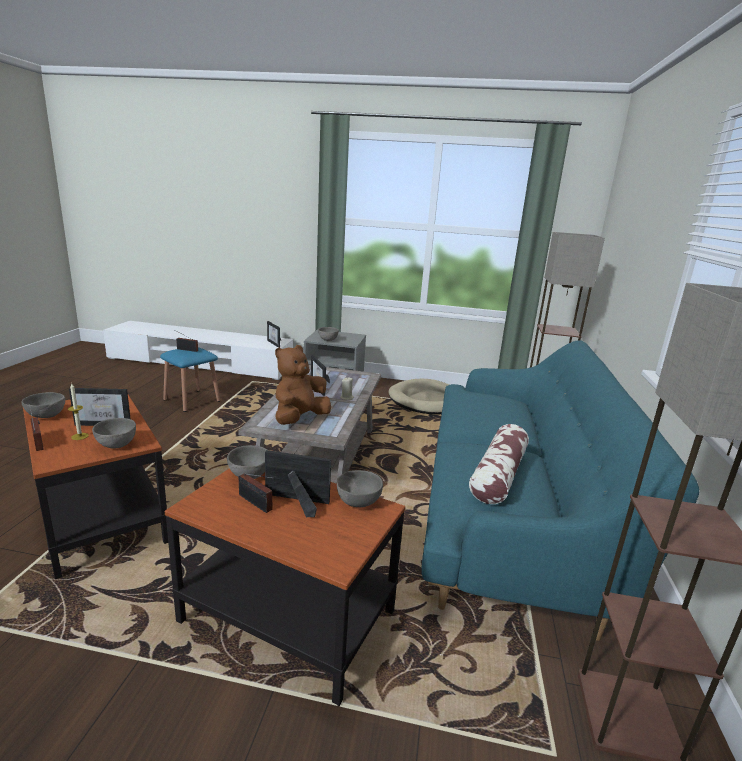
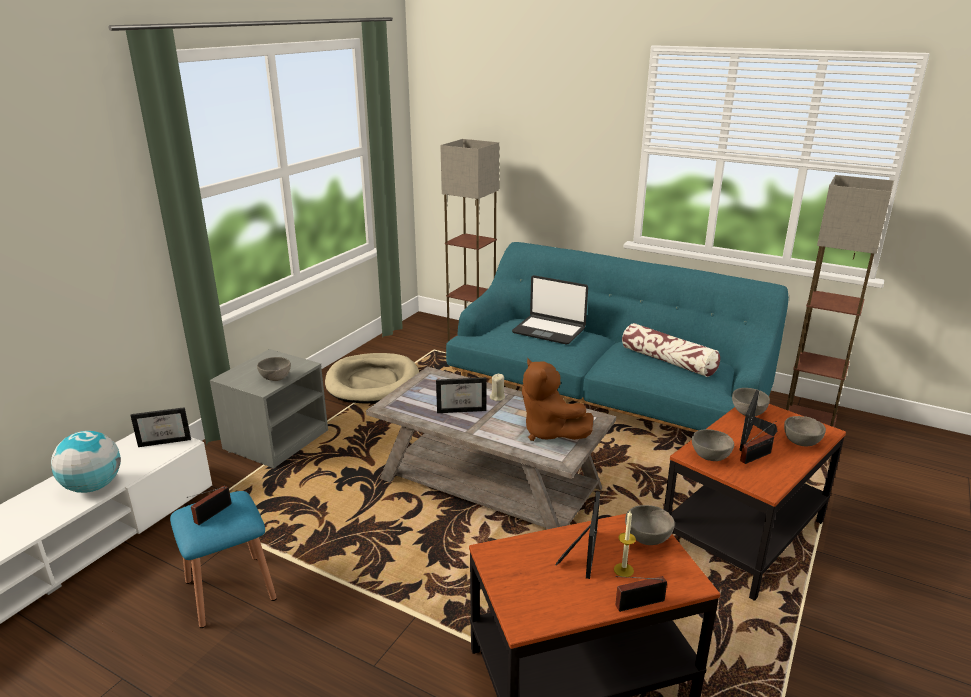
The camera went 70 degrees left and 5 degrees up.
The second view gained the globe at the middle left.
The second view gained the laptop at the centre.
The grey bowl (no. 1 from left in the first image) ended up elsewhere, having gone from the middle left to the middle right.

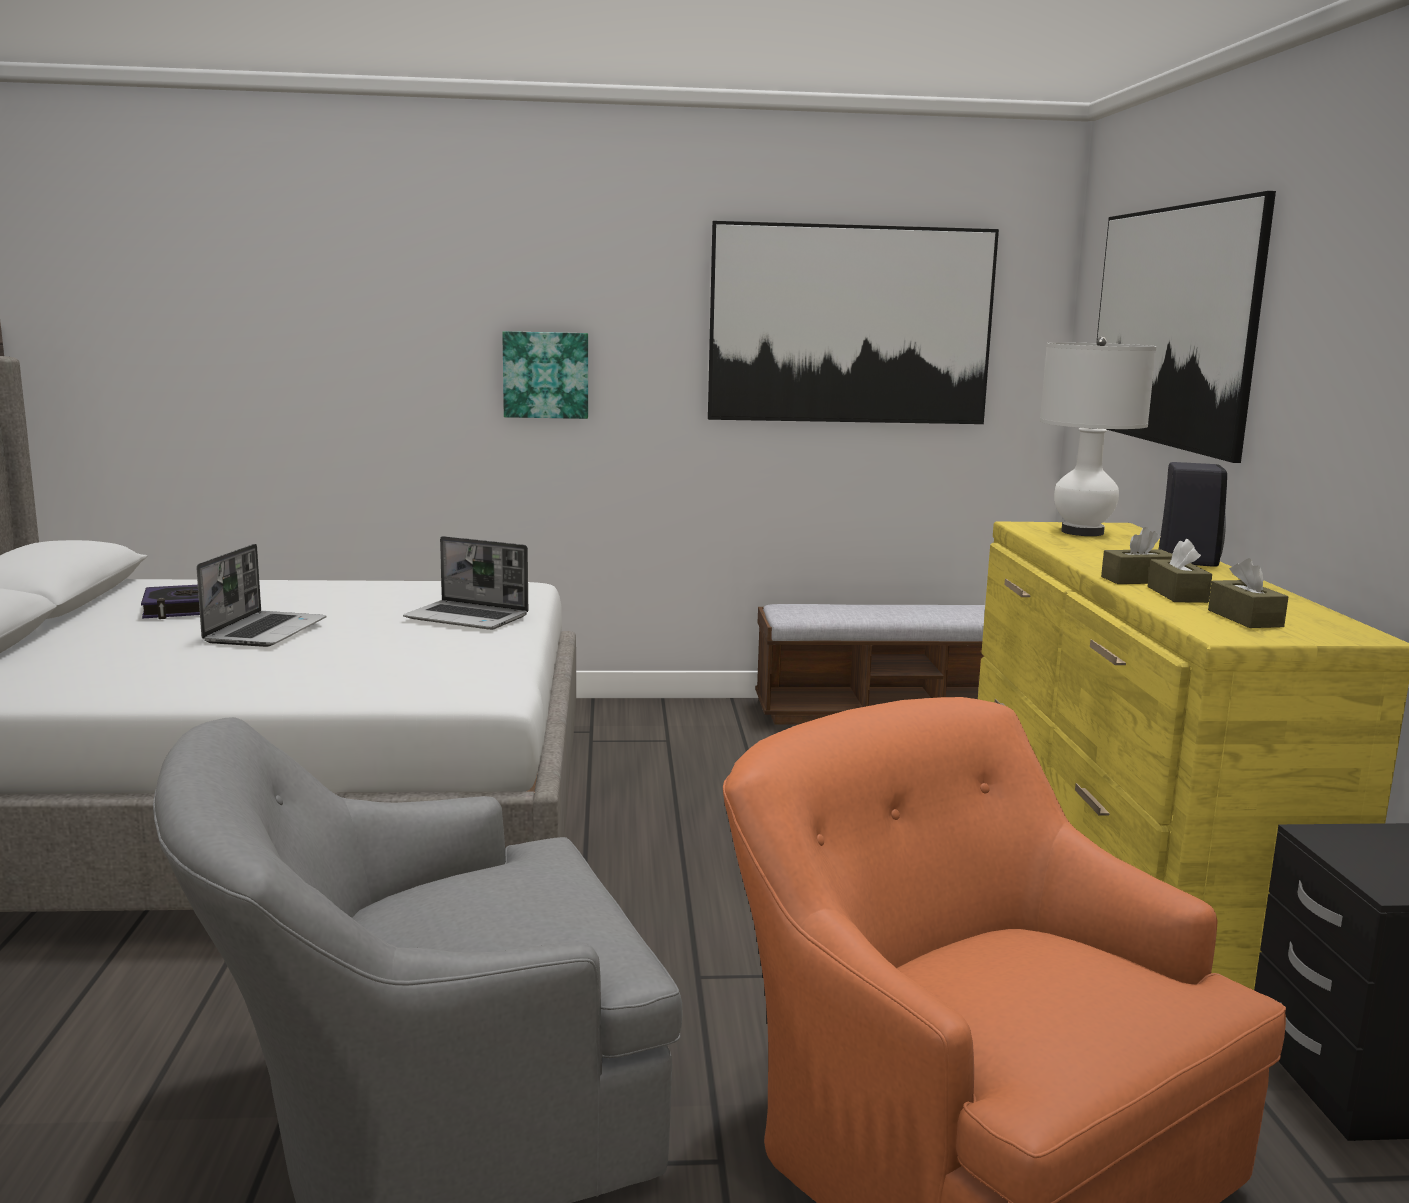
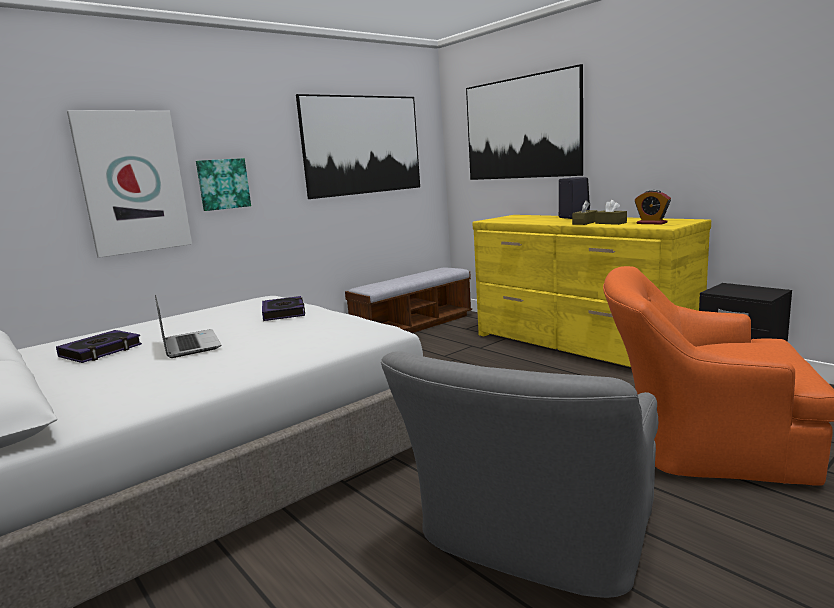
The camera went 35 degrees left and 0 degrees up.
The second view lost the white table lamp at the middle right.
The second view gained the picture (no. 1 from left) at the top left.
Where the laptop (no. 2 from left) stood at the middle left, the book (no. 2 from left) came to stand at the centre.
Where the brown tissue box (no. 3 from left) stood at the middle right, the alarm clock came to stand at the middle right.

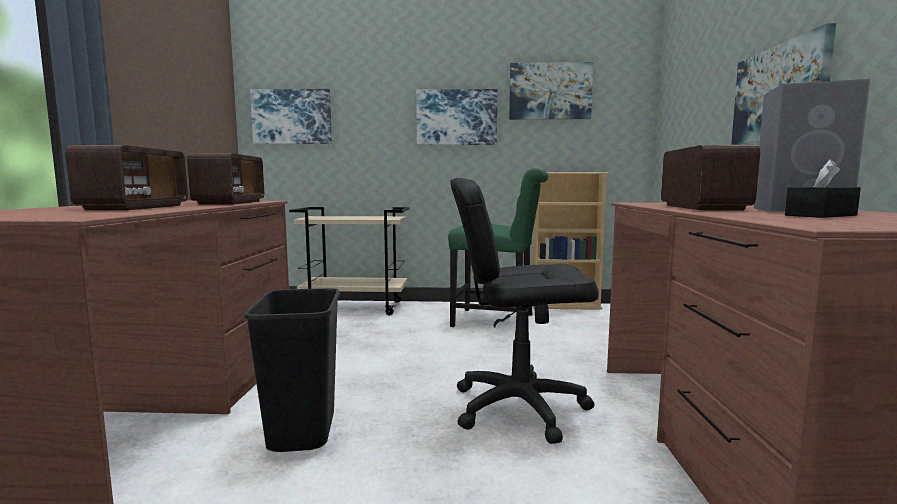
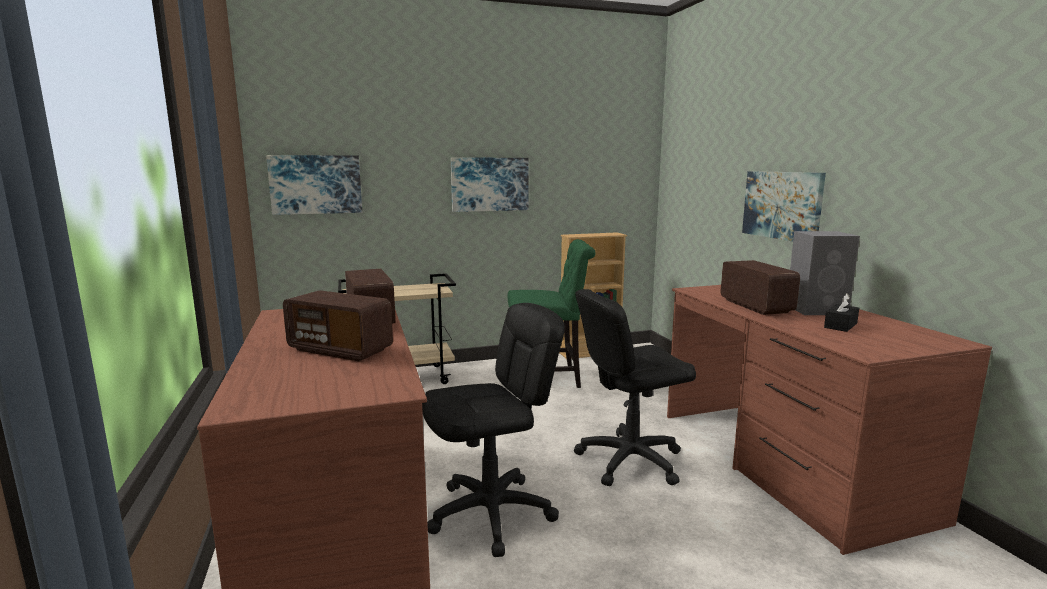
The camera went 20 degrees left and 5 degrees up.
The second view lost the picture (no. 3 from left) at the top centre.
Where the black trash can stood at the bottom left, the black office chair (no. 1 from left) came to stand at the bottom centre.
The radio (no. 1 from left) at the middle left ended up facing another way, 135 degrees clockwise from before.

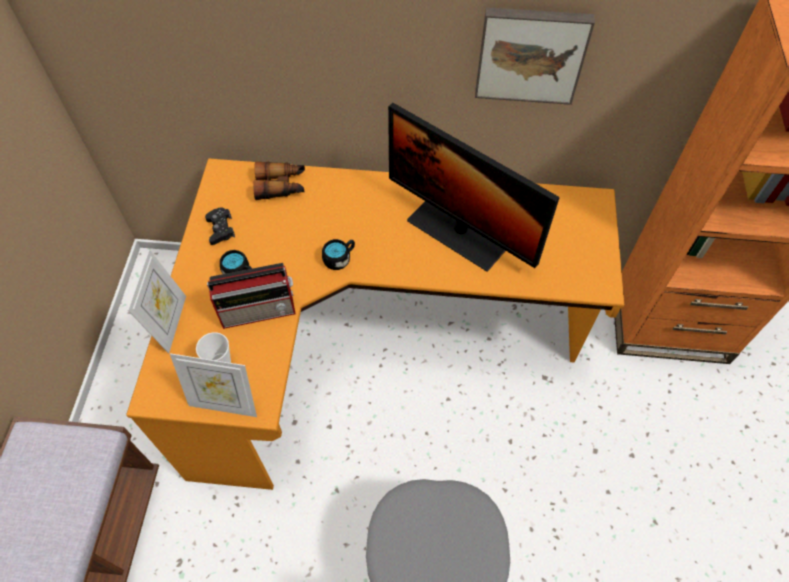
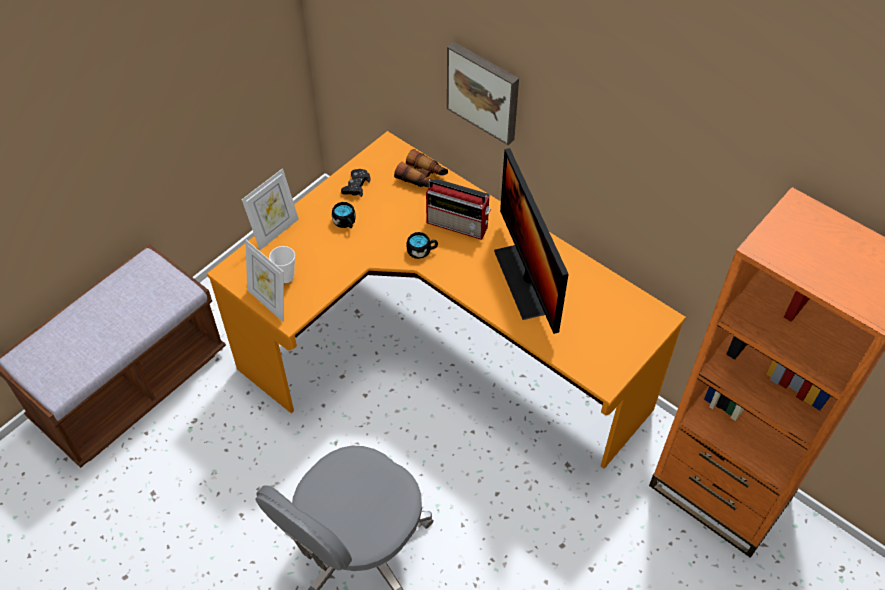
The camera went 35 degrees right and 5 degrees down.
The radio ended up elsewhere, having gone from the middle left to the centre.
The picture ended up elsewhere, having gone from the top right to the top centre.

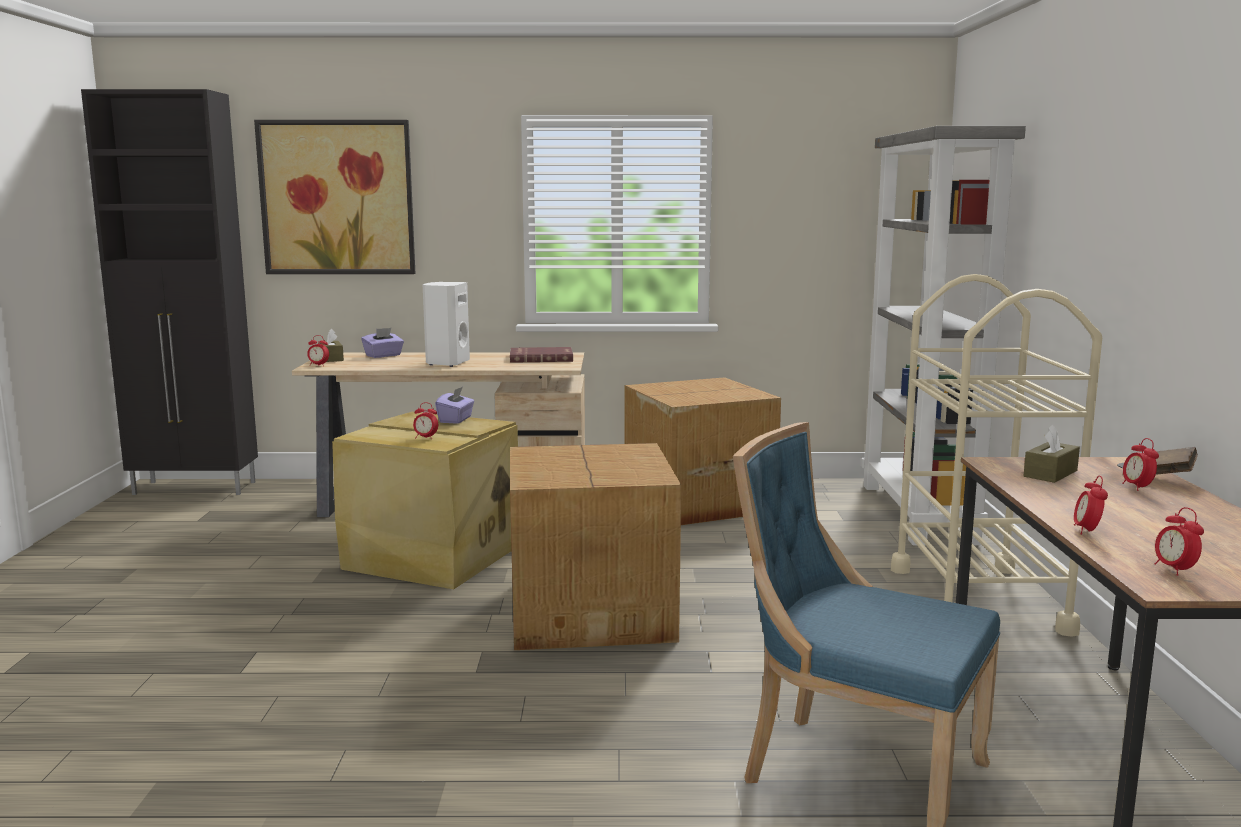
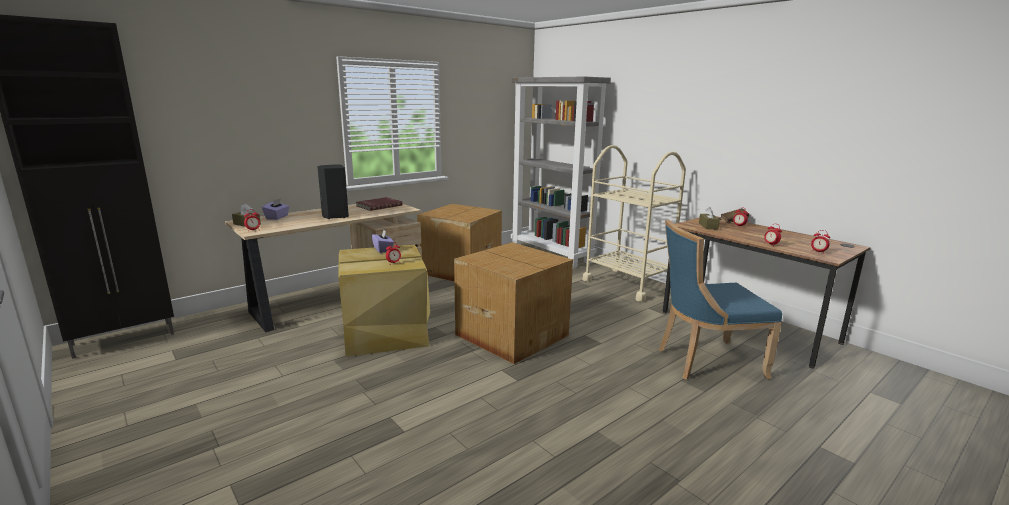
The camera went 40 degrees left and 5 degrees up.
The second view lost the picture at the top left.
What was the white speaker at the centre turned into the black speaker at the middle left.

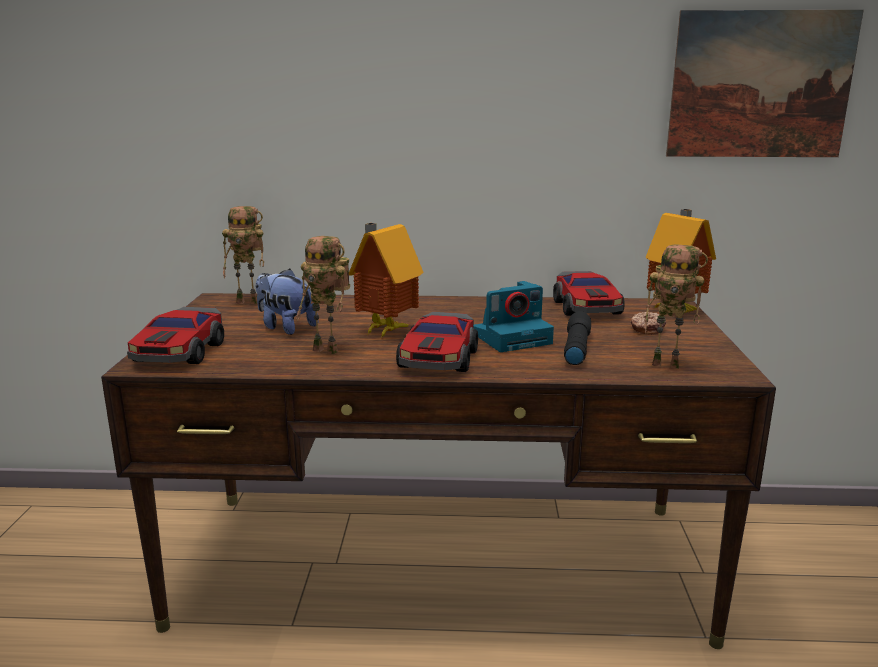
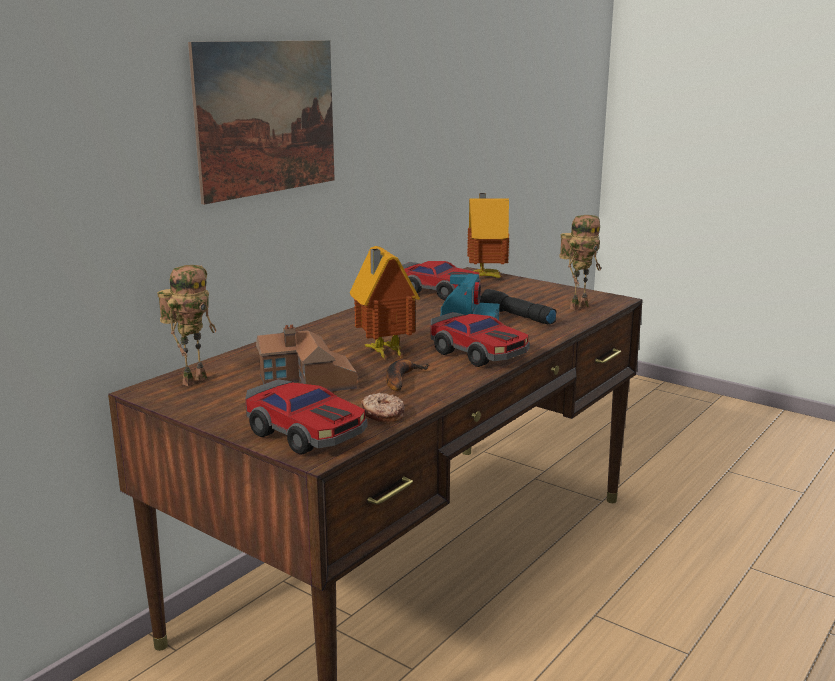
The camera went 55 degrees left and 0 degrees up.
The donut ended up elsewhere, having gone from the middle right to the centre.
The picture ended up elsewhere, having gone from the top right to the top left.
Where the plush toy stood at the middle left, the toy house (no. 1 from left) came to stand at the centre.
Where the toy robot (no. 2 from left) stood at the centre, the banana came to stand at the centre.

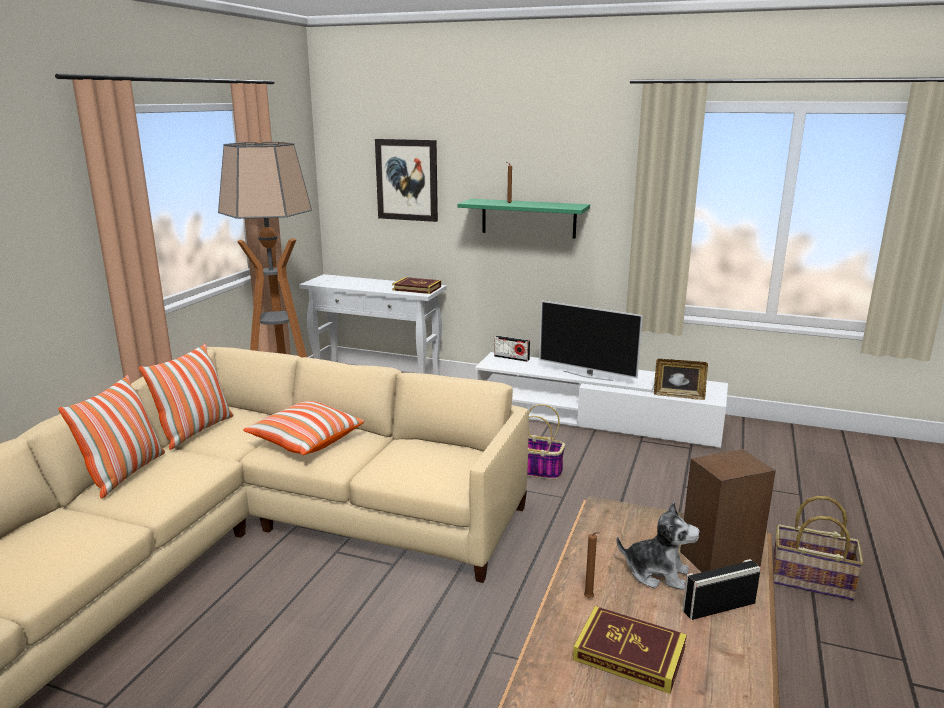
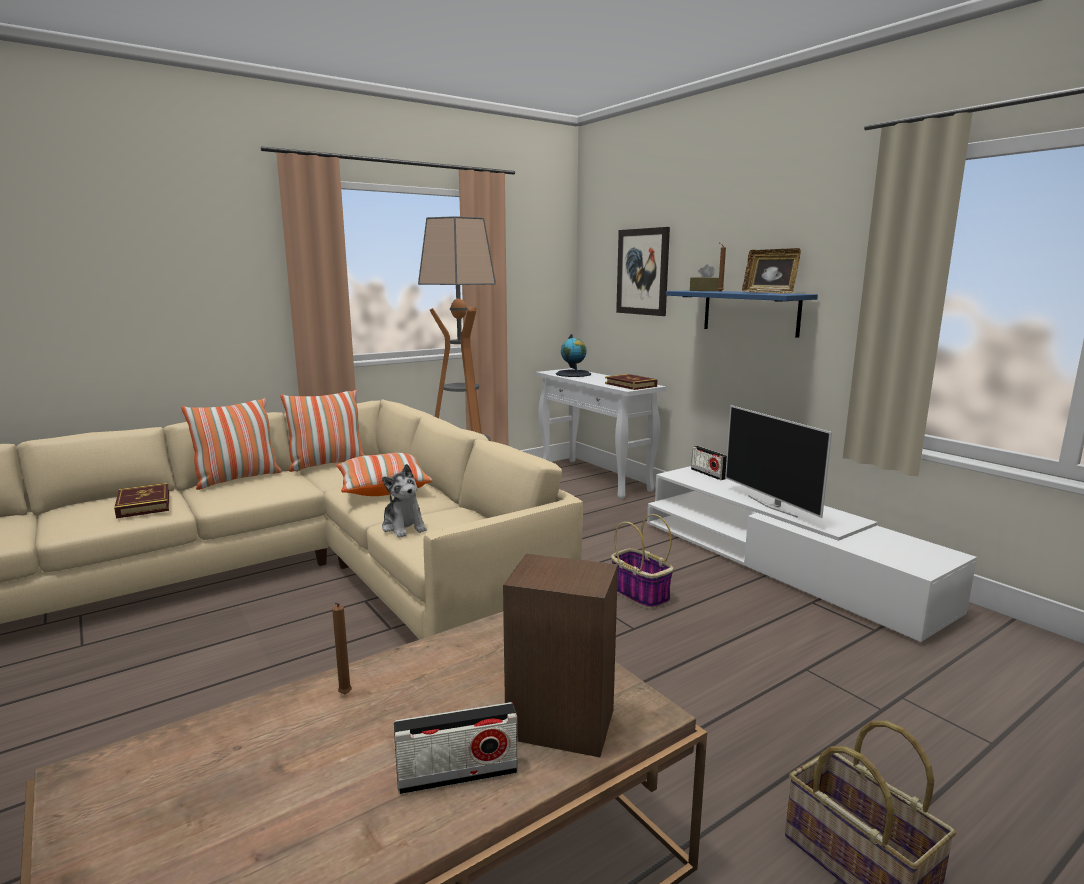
The camera went 35 degrees right and 5 degrees down.
The second view gained the globe at the centre.
The second view gained the brown tissue box at the top centre.
The book (no. 2 from left in the first image) ended up elsewhere, having gone from the bottom right to the middle left.
The plush toy ended up elsewhere, having gone from the bottom right to the centre.
The picture frame ended up elsewhere, having gone from the middle right to the top right.
What was the green shelf at the top centre turned into the blue shelf at the middle right.
The radio (no. 2 from left in the first image) at the bottom right ended up facing another way, 150 degrees clockwise from before.

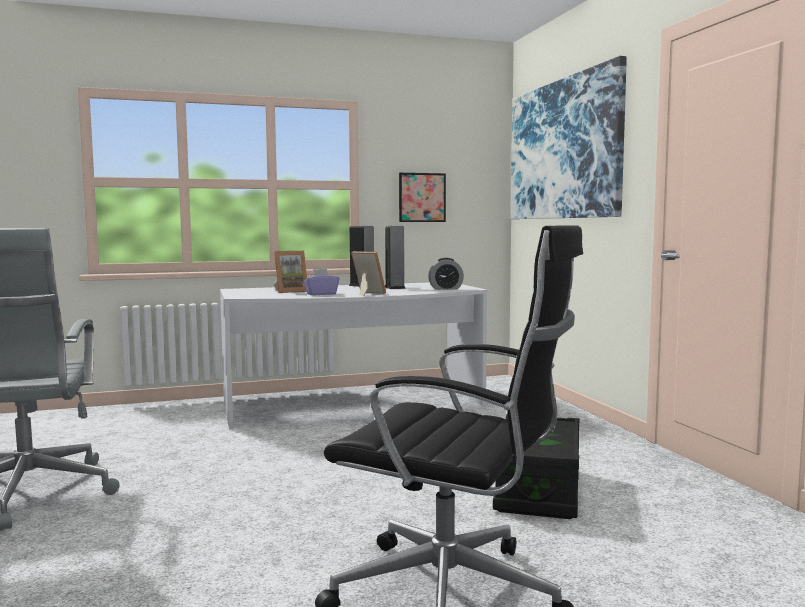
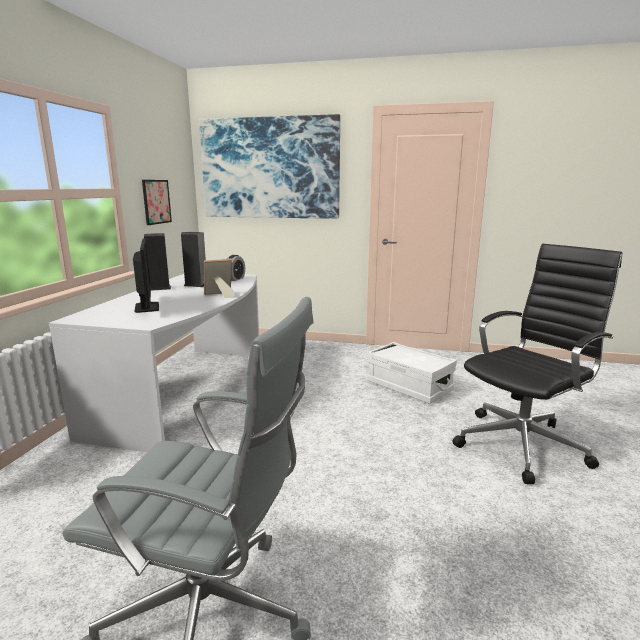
The camera went 60 degrees left and 10 degrees up.
The second view lost the purple tissue box at the centre.
Where the picture frame (no. 1 from left) stood at the centre, the monitor came to stand at the middle left.
What was the black storage box at the bottom centre turned into the white storage box at the centre.

